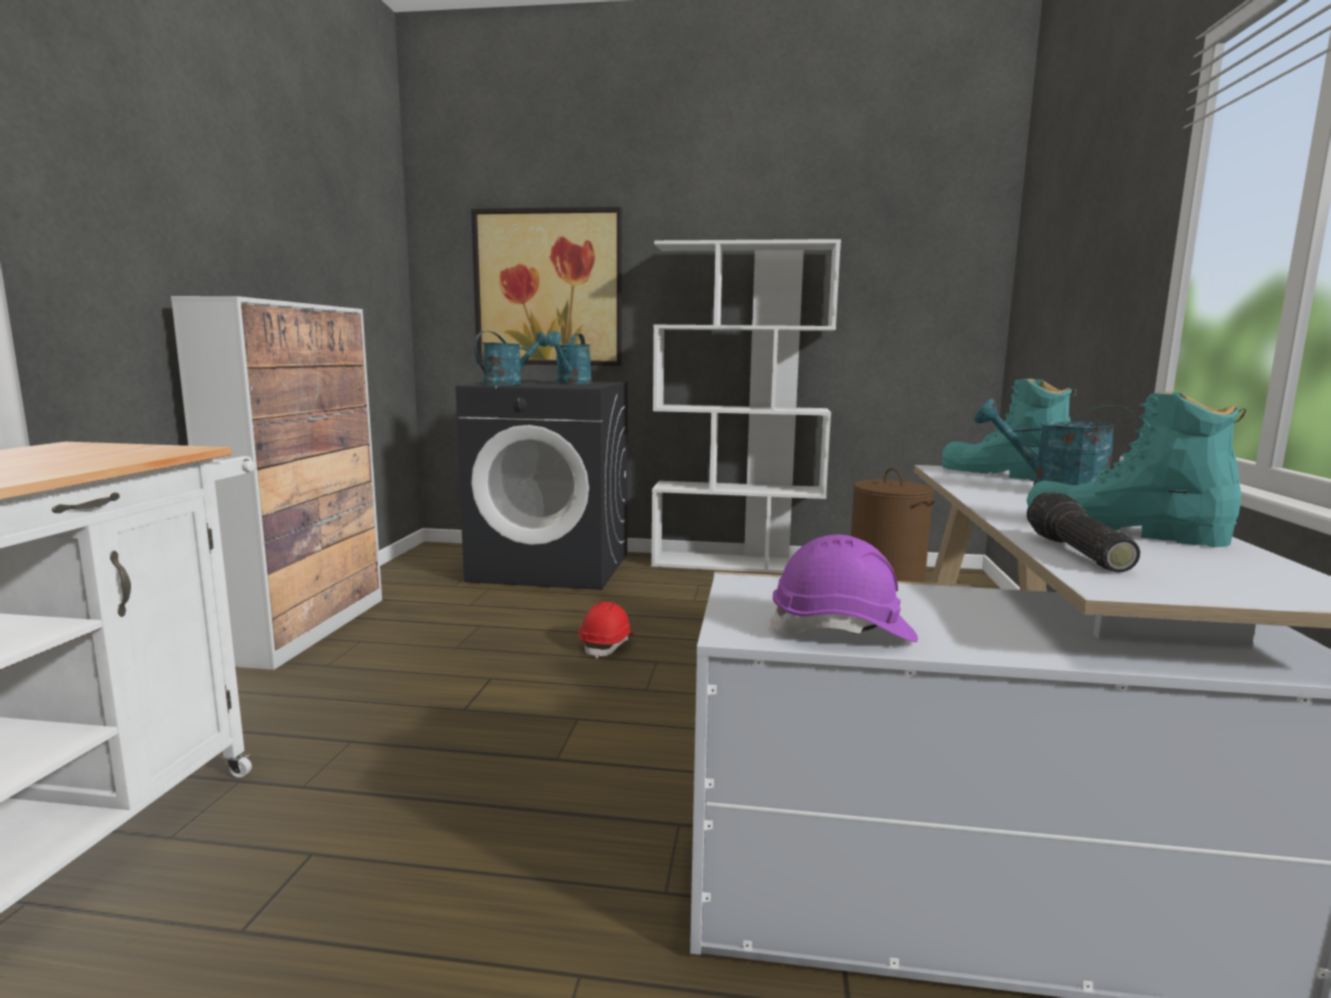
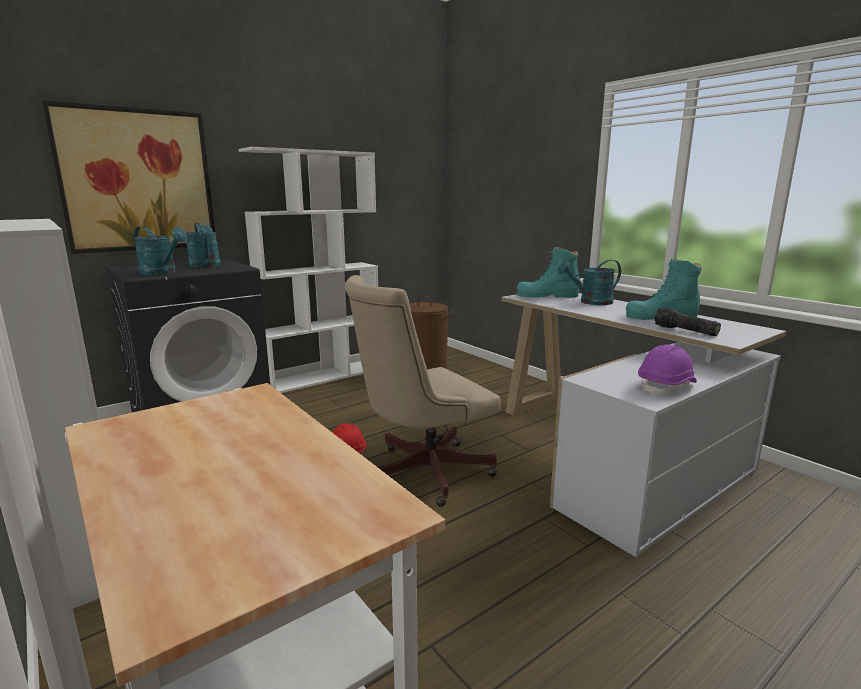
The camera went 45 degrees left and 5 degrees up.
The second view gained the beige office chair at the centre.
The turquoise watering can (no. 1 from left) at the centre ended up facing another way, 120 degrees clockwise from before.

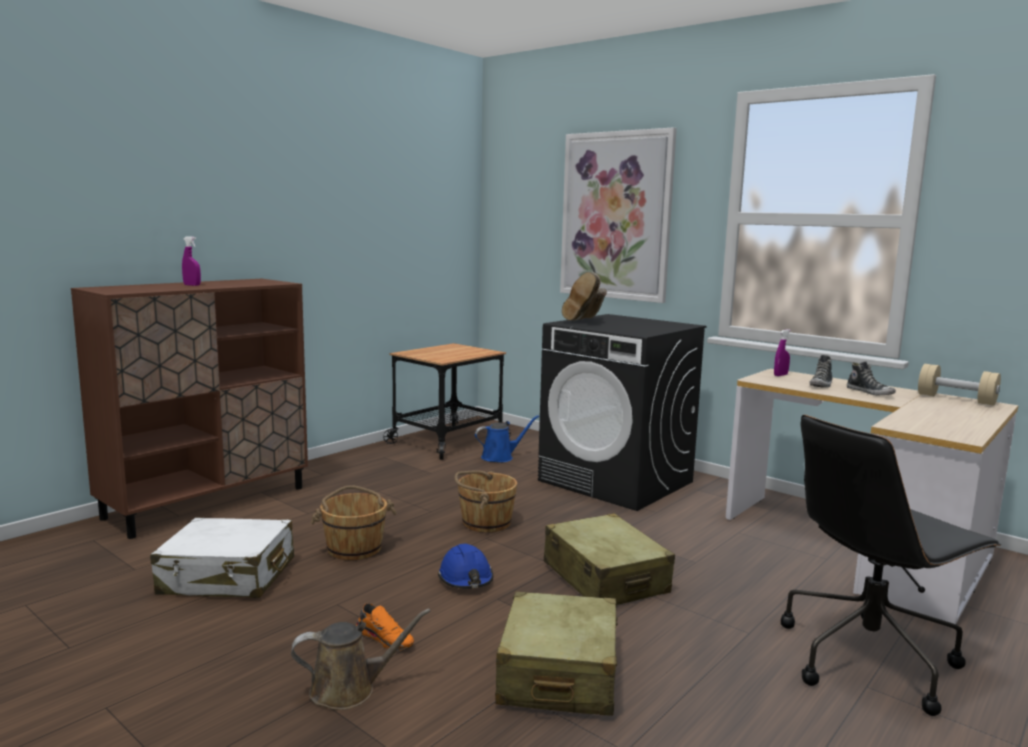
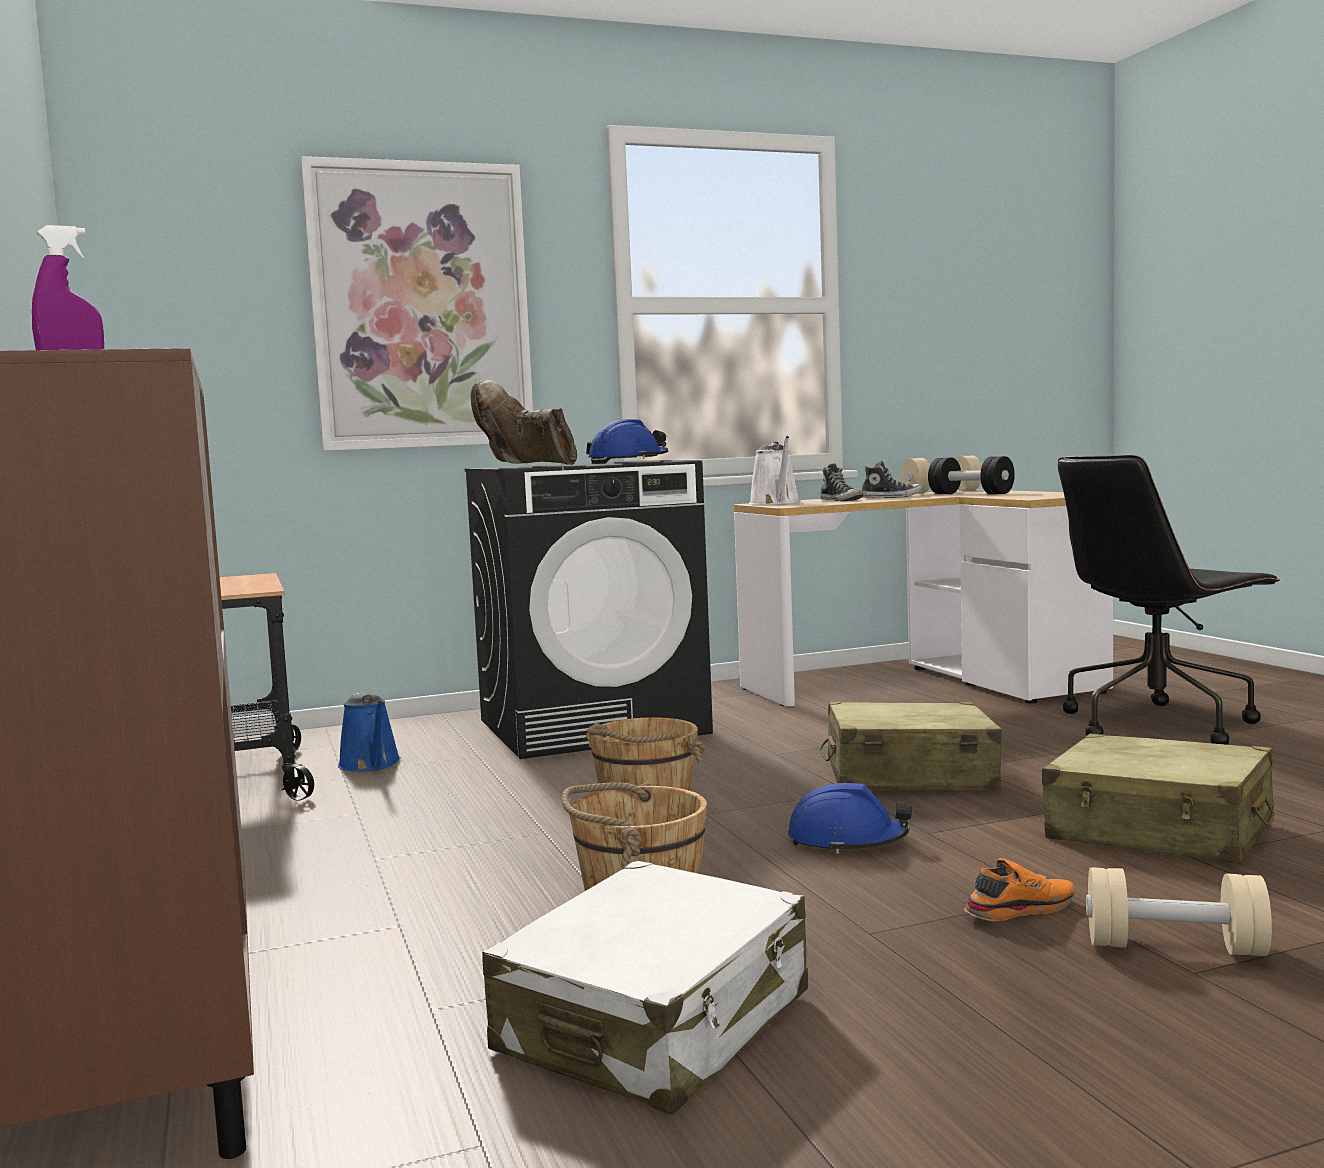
The camera went 60 degrees left and 5 degrees down.
The second view gained the blue hard hat (no. 1 from left) at the centre.
The second view gained the black dumbbell at the middle right.
Where the brown watering can stood at the bottom centre, the beige dumbbell (no. 2 from left) came to stand at the bottom right.
Where the purple spray bottle (no. 2 from left) stood at the middle right, the white watering can came to stand at the centre.
The blue watering can at the centre ended up facing another way, 150 degrees clockwise from before.
The brown boot at the centre ended up facing another way, 150 degrees clockwise from before.
The black office chair at the bottom right ended up facing another way, 60 degrees clockwise from before.

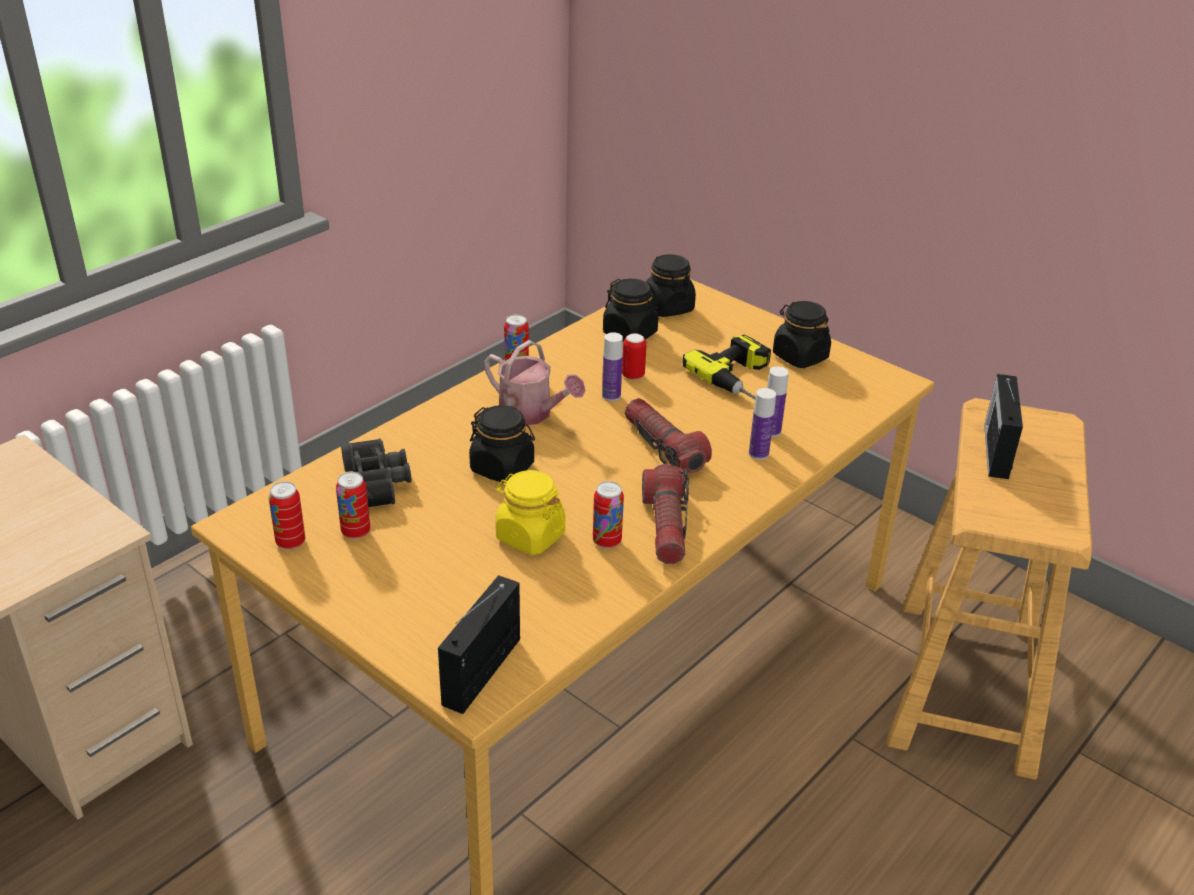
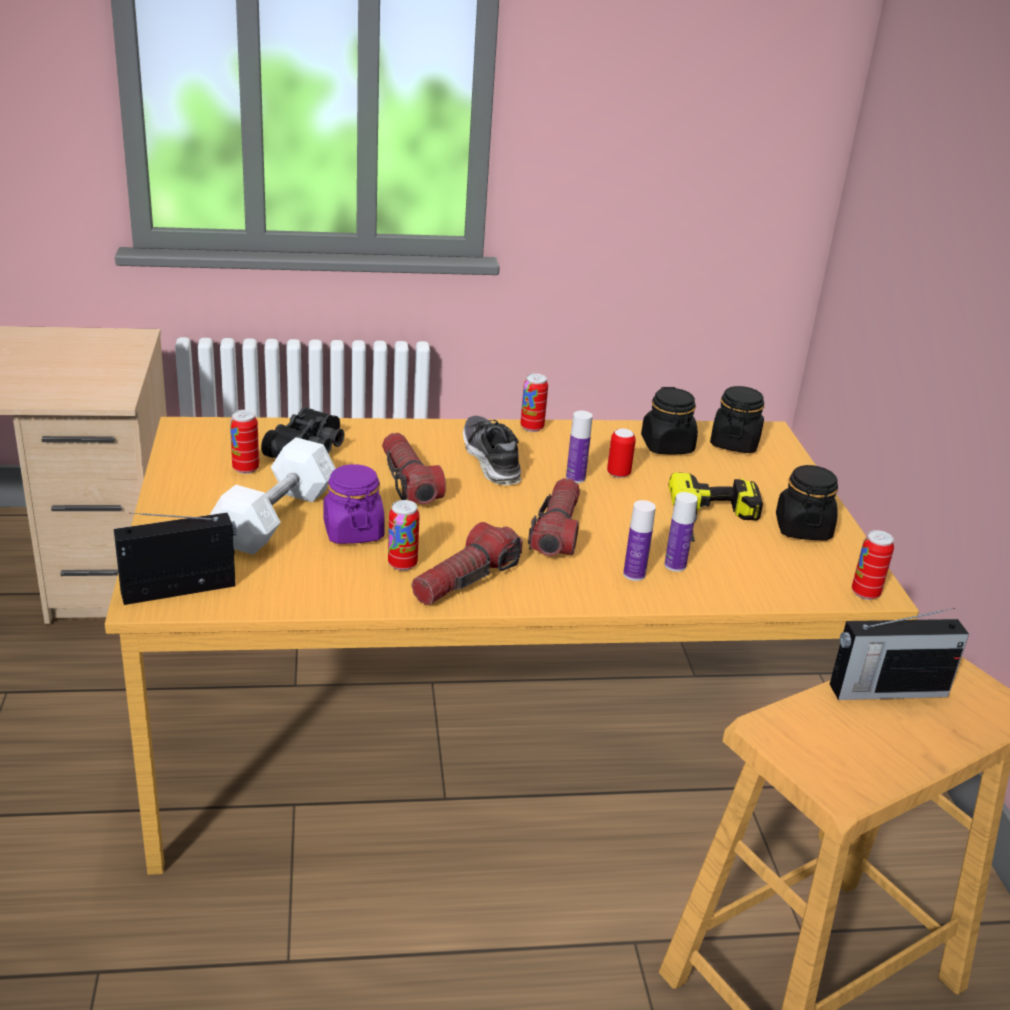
The camera went 40 degrees right and 5 degrees down.
The second view gained the white dumbbell at the middle left.
The can (no. 1 from left in the first image) ended up elsewhere, having gone from the middle left to the middle right.
Where the black jar (no. 1 from left) stood at the centre, the flashlight (no. 1 from left) came to stand at the centre.
Where the watering can stood at the centre, the shoe came to stand at the centre.
What was the yellow jar at the centre turned into the purple jar at the centre.
The radio (no. 2 from left) at the middle right ended up facing another way, 150 degrees counterclockwise from before.

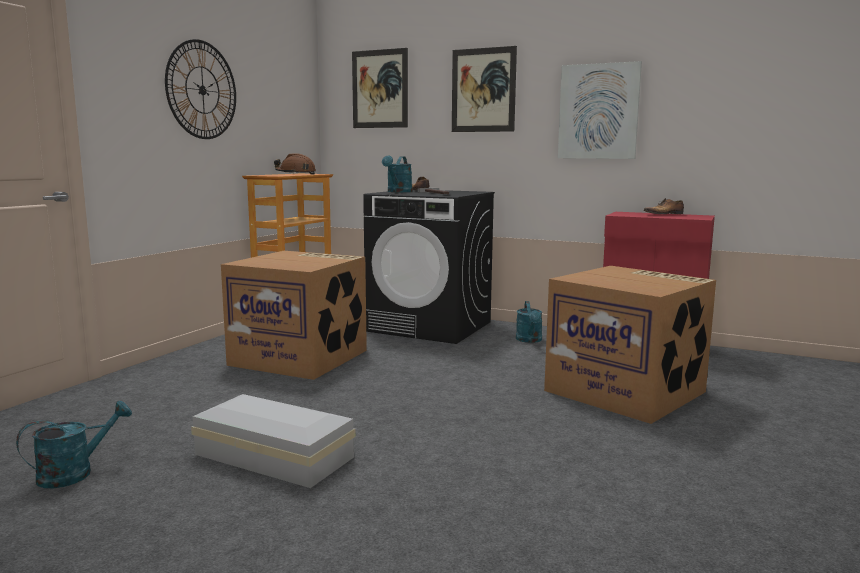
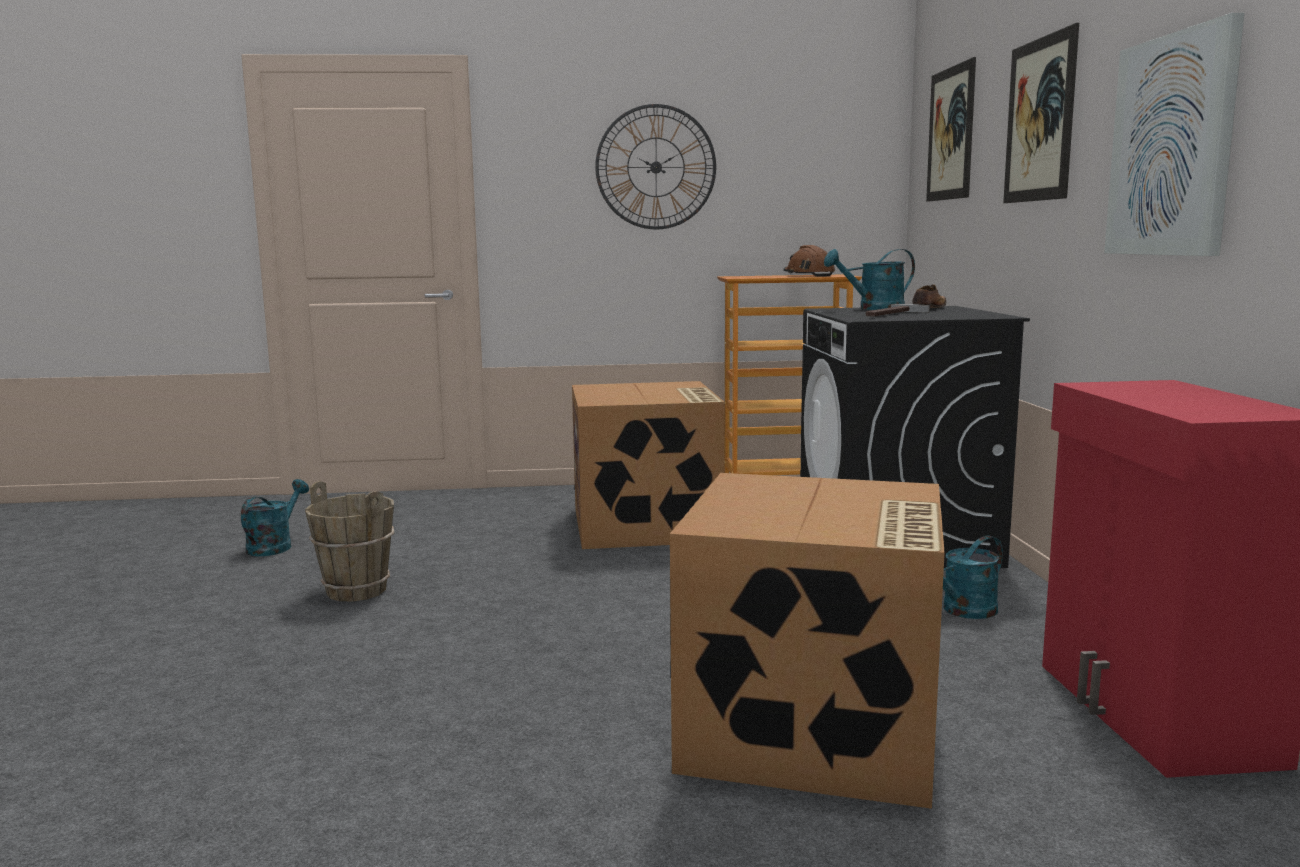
The camera went 60 degrees right and 0 degrees up.
The second view lost the shoe (no. 2 from left) at the middle right.
Where the white storage box stood at the bottom left, the brown bucket came to stand at the middle left.
The turquoise watering can (no. 1 from left) at the bottom left ended up facing another way, 90 degrees counterclockwise from before.

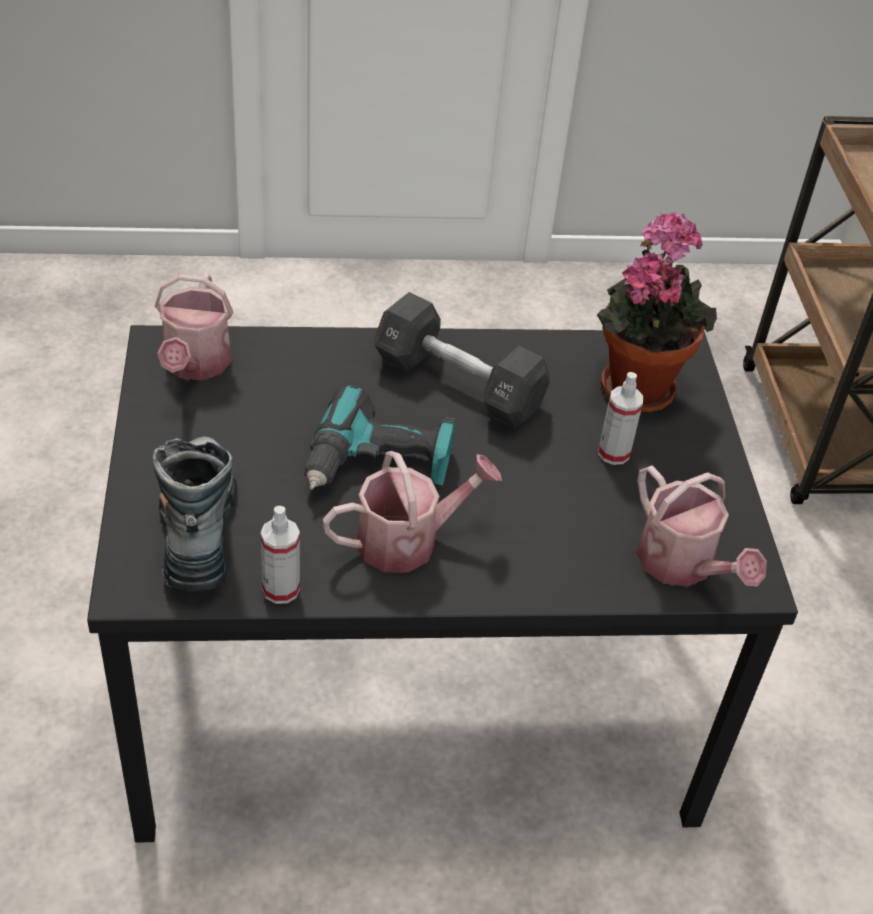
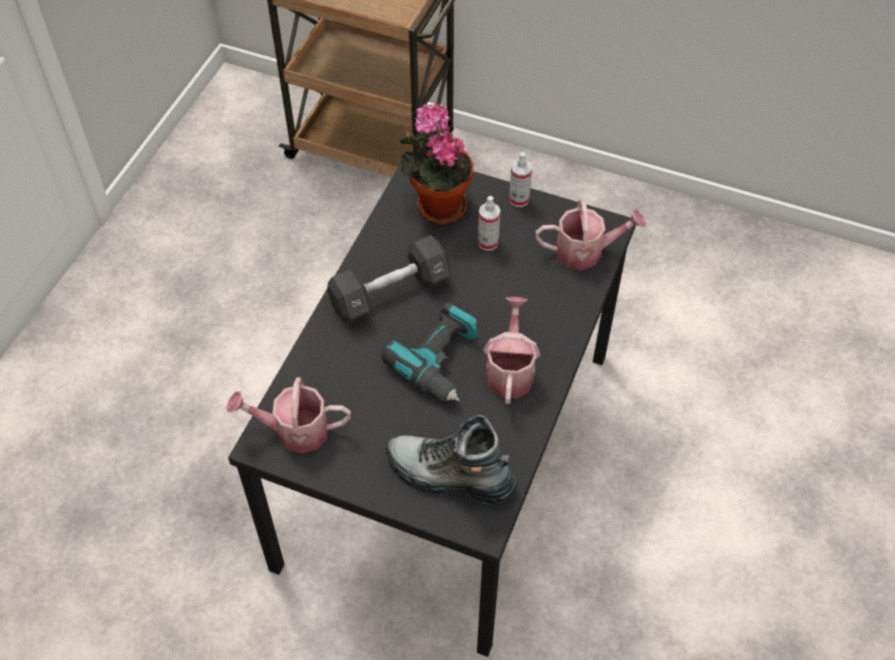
The camera went 60 degrees left and 10 degrees up.
The spray bottle (no. 1 from left in the first image) ended up elsewhere, having gone from the middle left to the top centre.
The watering can (no. 1 from left) at the middle left ended up facing another way, 150 degrees clockwise from before.

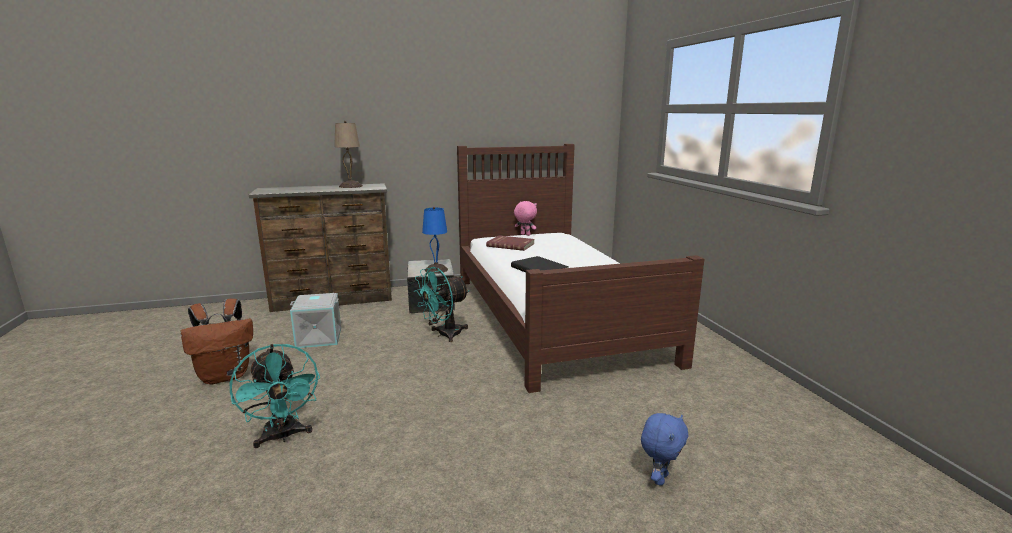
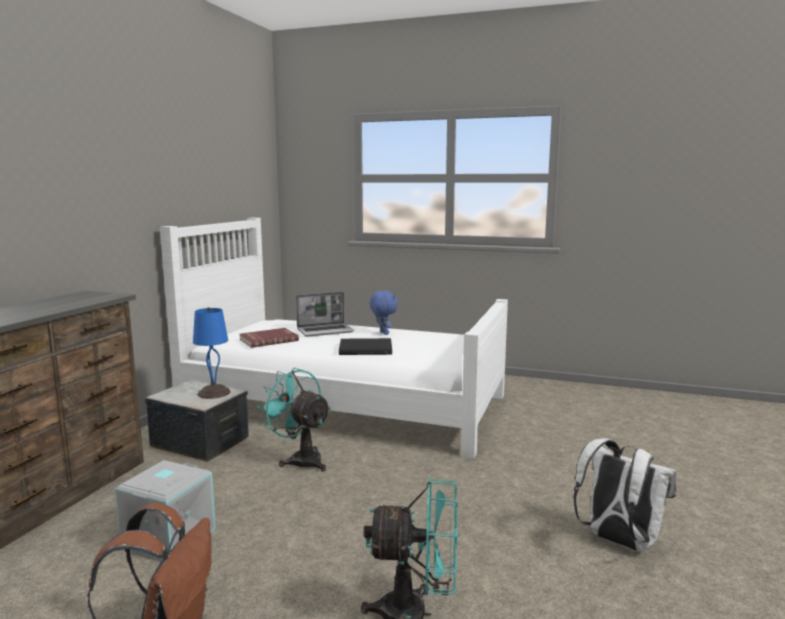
The camera went 55 degrees left and 5 degrees down.
The second view lost the beige table lamp at the top centre.
The second view lost the pink plush toy at the centre.
The second view gained the laptop at the centre.
The second view gained the white backpack at the bottom right.
The blue plush toy ended up elsewhere, having gone from the bottom centre to the centre.
What was the brown bed at the centre turned into the white bed at the centre.
The turquoise fan (no. 2 from left in the first image) at the centre ended up facing another way, 135 degrees clockwise from before.

